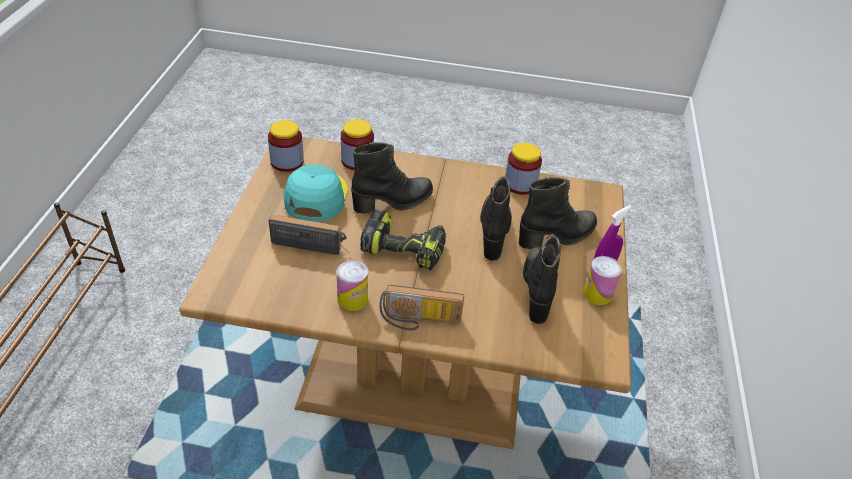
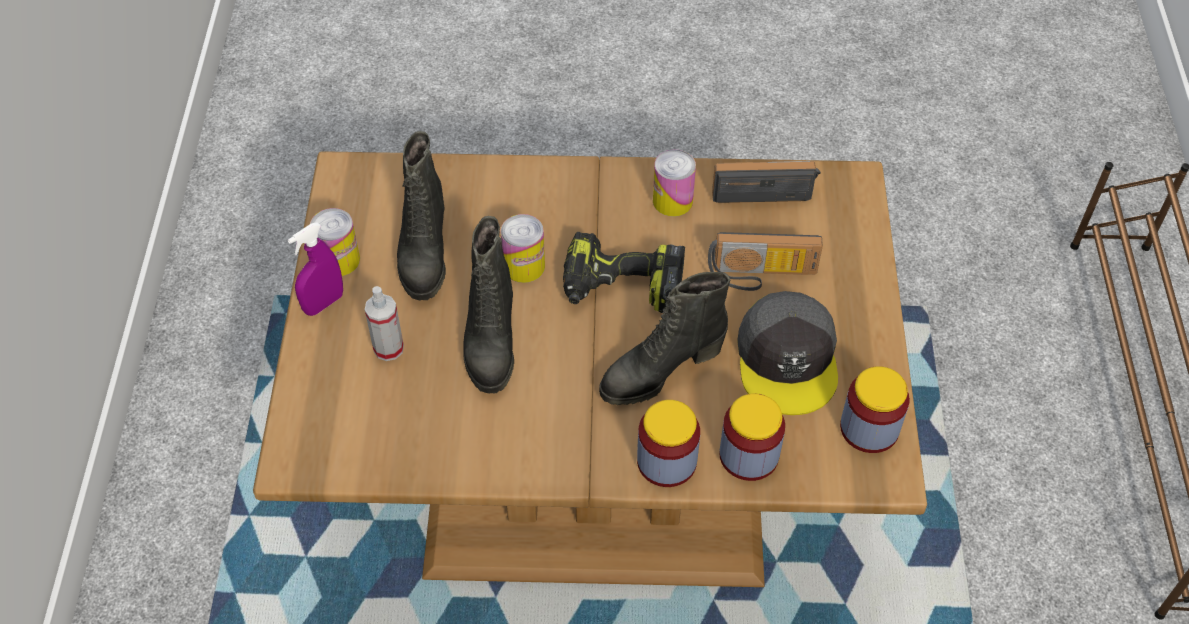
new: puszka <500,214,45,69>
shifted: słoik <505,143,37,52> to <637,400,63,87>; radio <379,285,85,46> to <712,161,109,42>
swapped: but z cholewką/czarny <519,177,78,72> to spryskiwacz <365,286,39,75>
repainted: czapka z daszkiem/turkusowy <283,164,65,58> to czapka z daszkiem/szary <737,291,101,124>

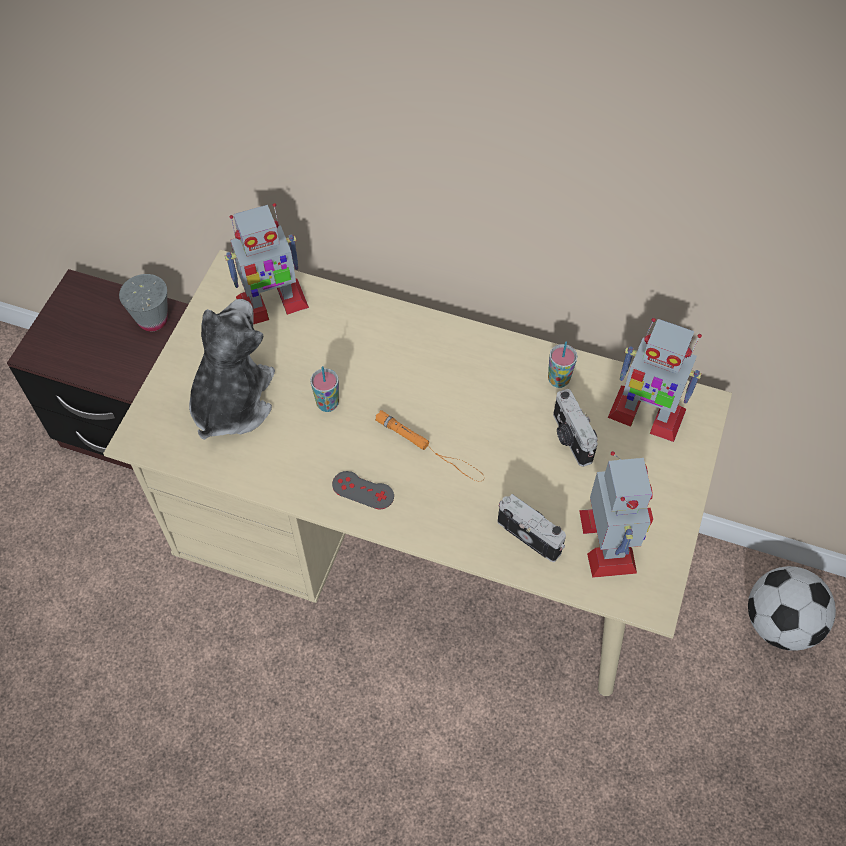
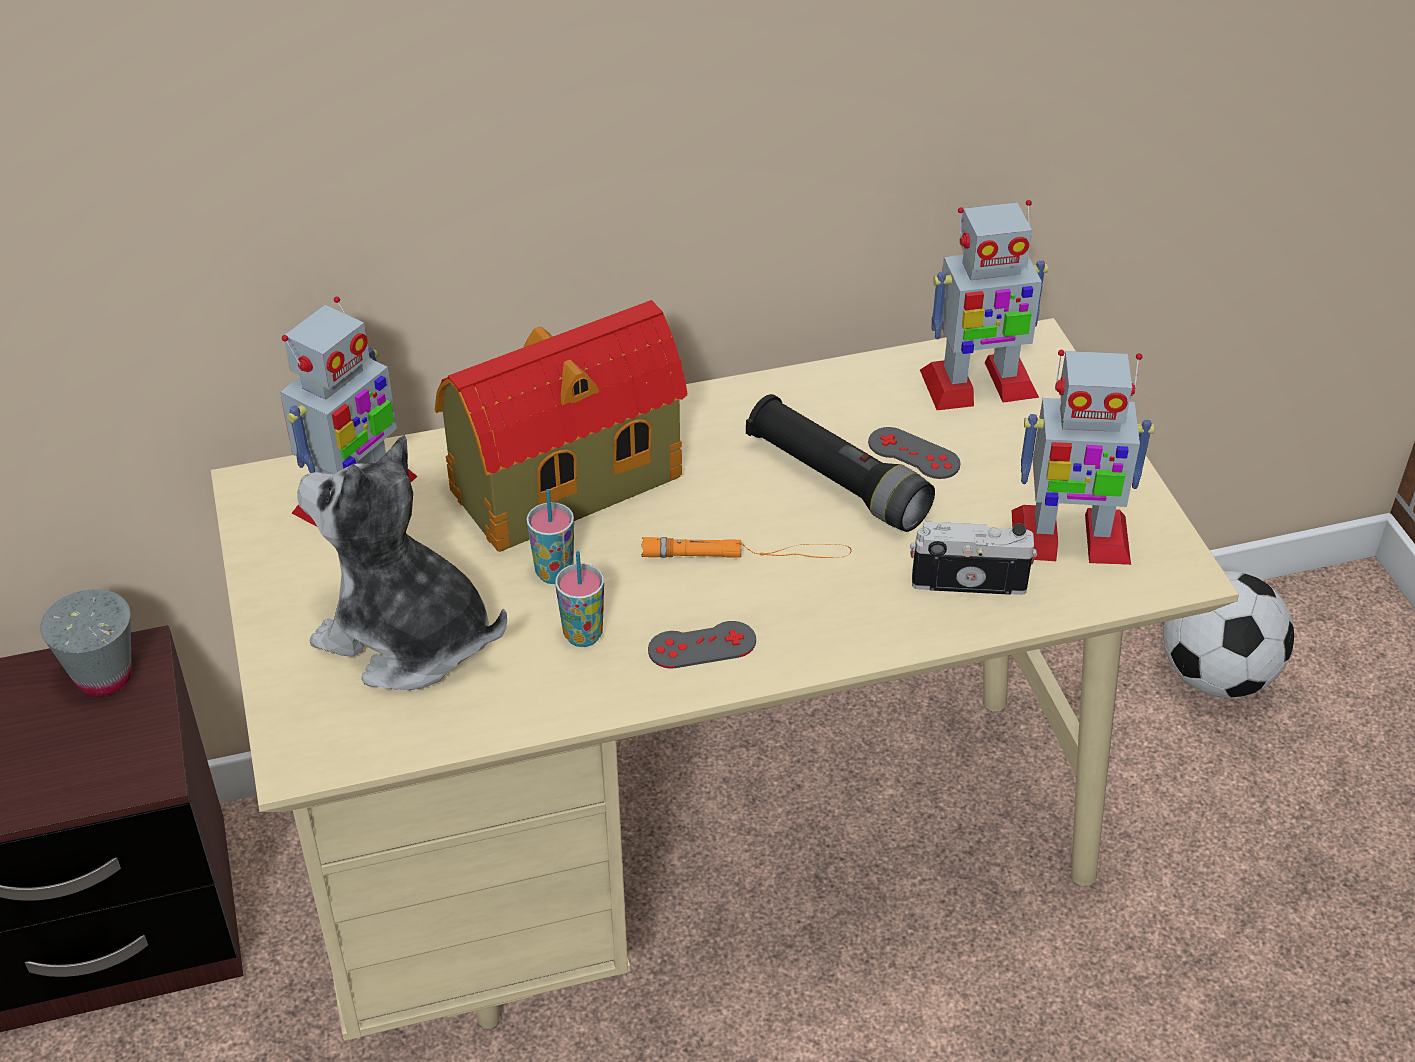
new: domek <435,300,253,252>; latarka/czarny <746,394,189,138>
shifted: filiżanka <548,342,29,46> to <555,551,49,96>
swapped: aparat fotograficzny <553,389,45,78> to pad do gier/szary <868,427,92,52>
rotated: pluszak <189,299,86,141> = <297,435,210,255> 45 degrees counterclockwise; robot zabawkowy <579,451,74,127> = <1011,350,143,215> 135 degrees clockwise

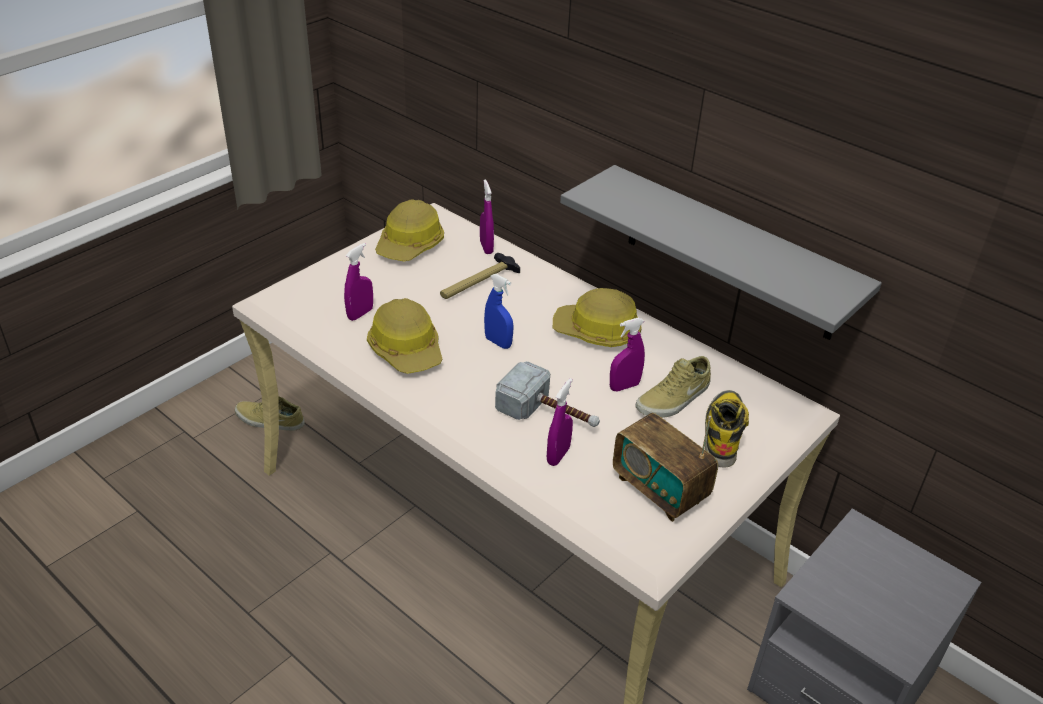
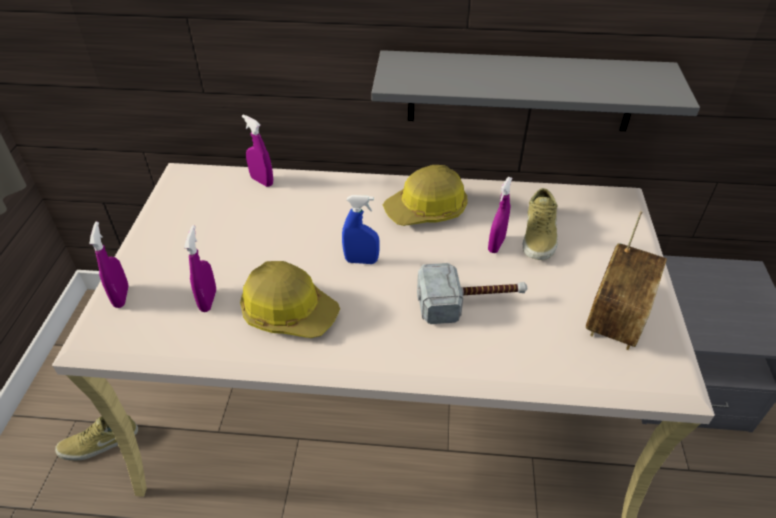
gone: kask <375,199,69,62>; młotek <440,253,80,46>; but z cholewką <705,390,44,78>
shifted: spryskiwacz/fioletowy <547,378,26,88> to <90,222,39,86>
rotated: radio <613,413,105,109> = <586,211,81,139> 75 degrees counterclockwise

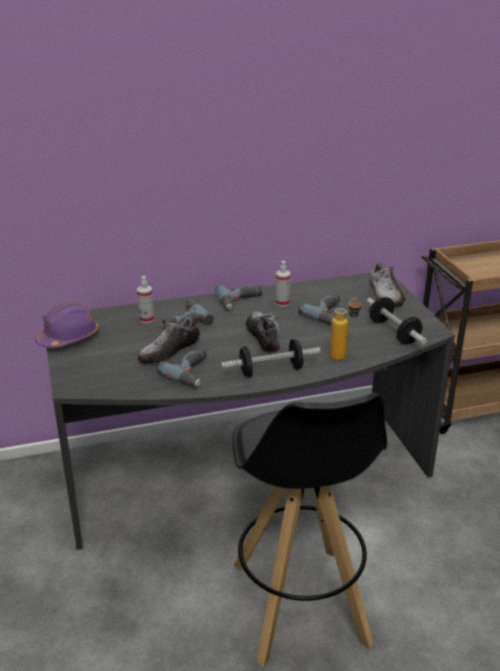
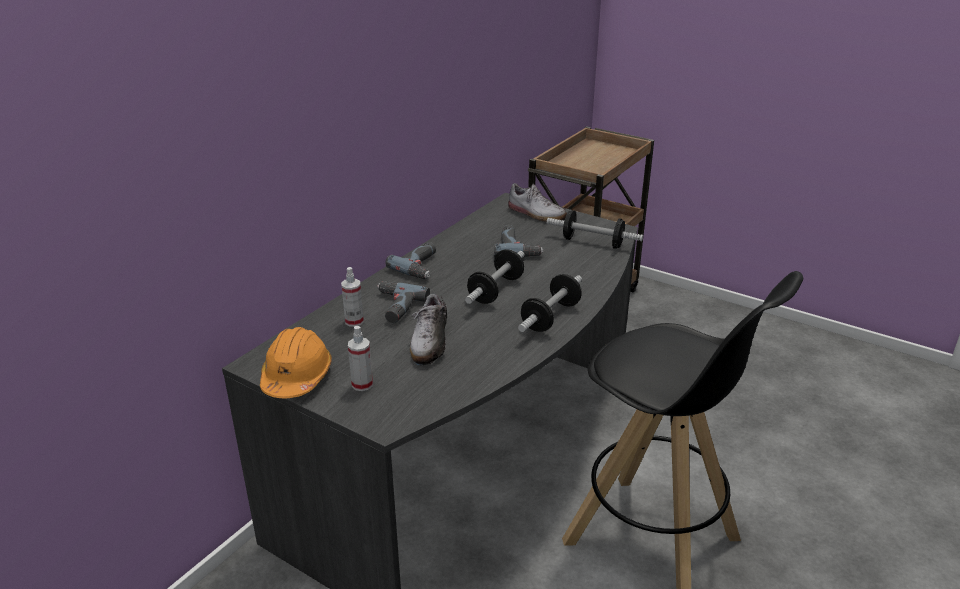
gone: wiertarka <157,347,50,40>; butelka <330,298,31,63>
shifted: spryskiwacz <276,261,14,46> to <348,326,25,65>
swapped: but <246,312,34,42> to hantel <465,249,59,55>
repainted: kask/fioletowy <34,302,65,46> to kask/pomarańczowy <260,327,72,71>

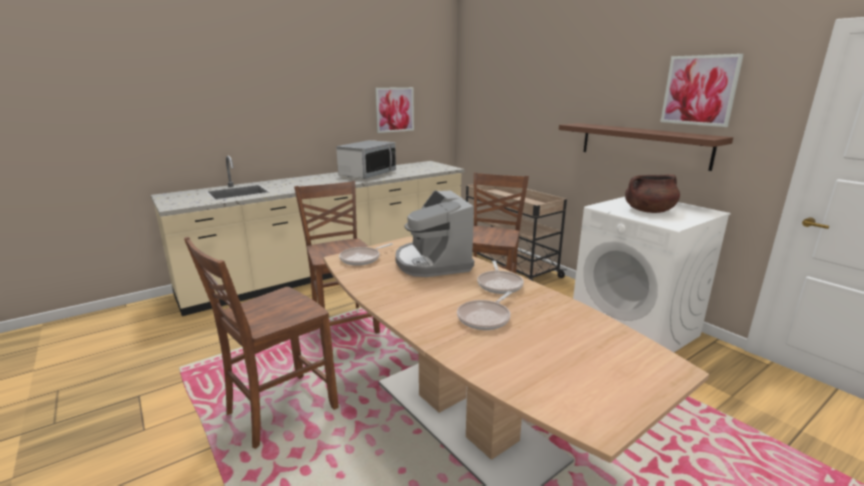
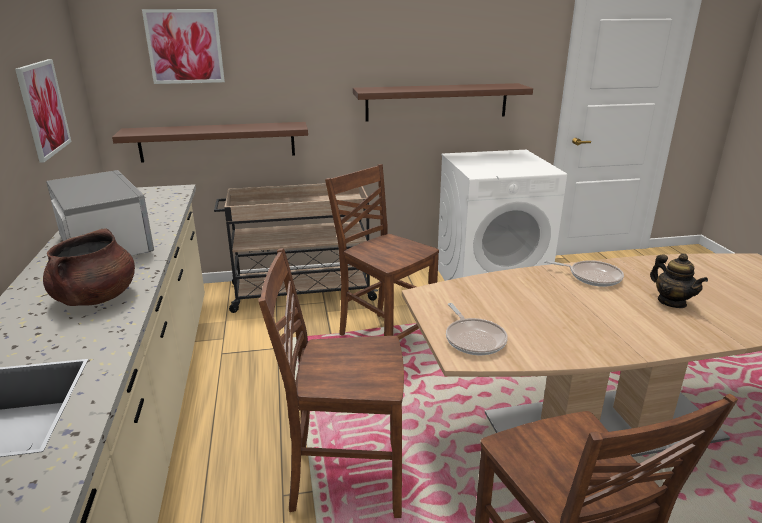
gone: ekspres do kawy <395,190,79,87>
new: półka/brązowy <112,122,196,41>
shifted: garnek/brązowy <625,174,55,39> to <43,228,92,78>; obraz <661,54,83,73> to <142,9,83,75>
swapped: patelnia <457,291,55,39> to imbryk <650,253,58,55>

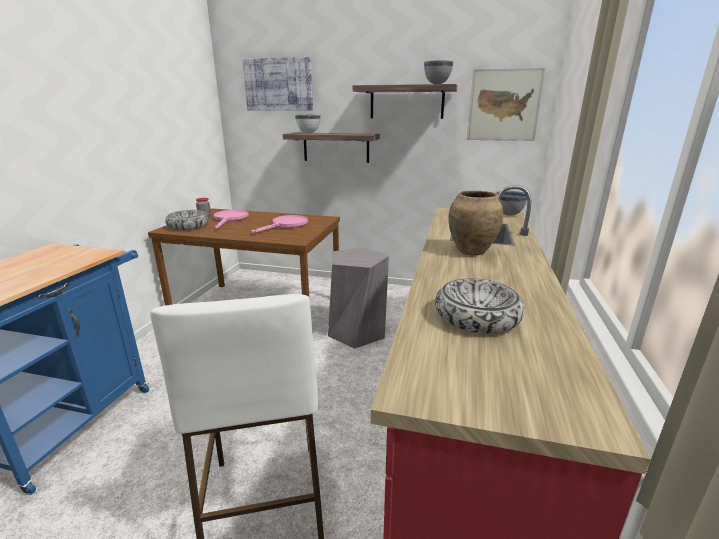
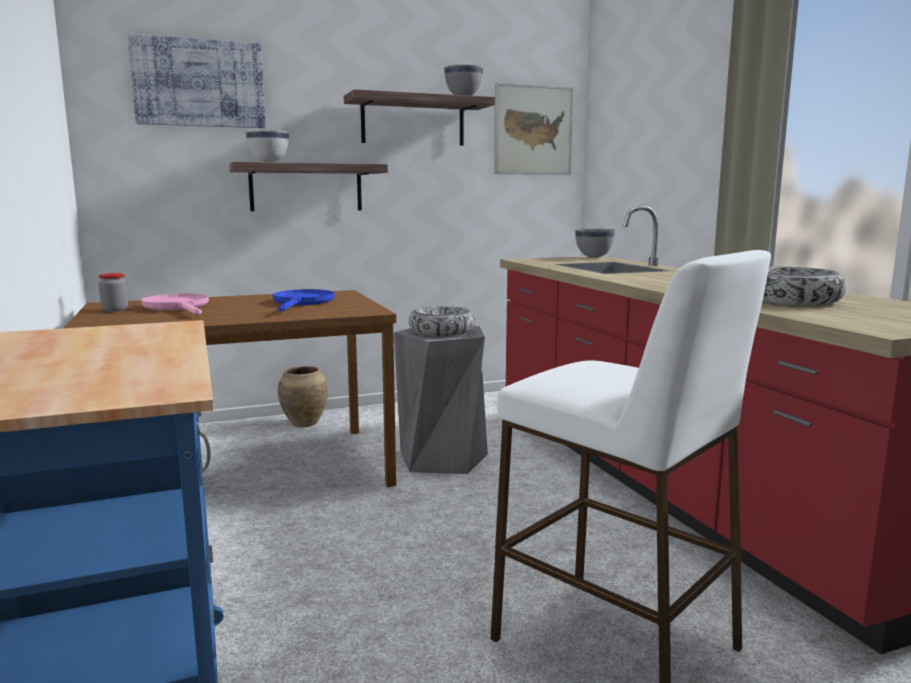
shifted: wazon/brązowy <449,190,54,65> to <278,366,50,61>; miska <165,210,44,20> to <408,306,67,30>
repainted: patelnia/różowy <252,215,56,18> to patelnia/niebieski <273,289,61,23>

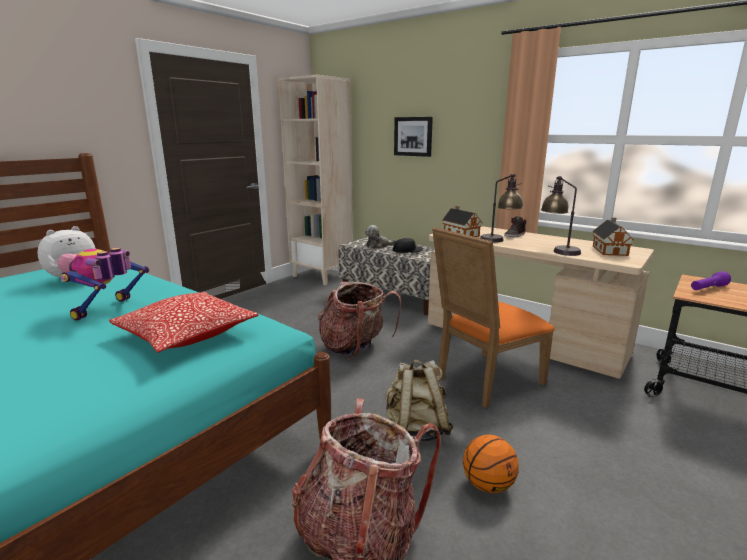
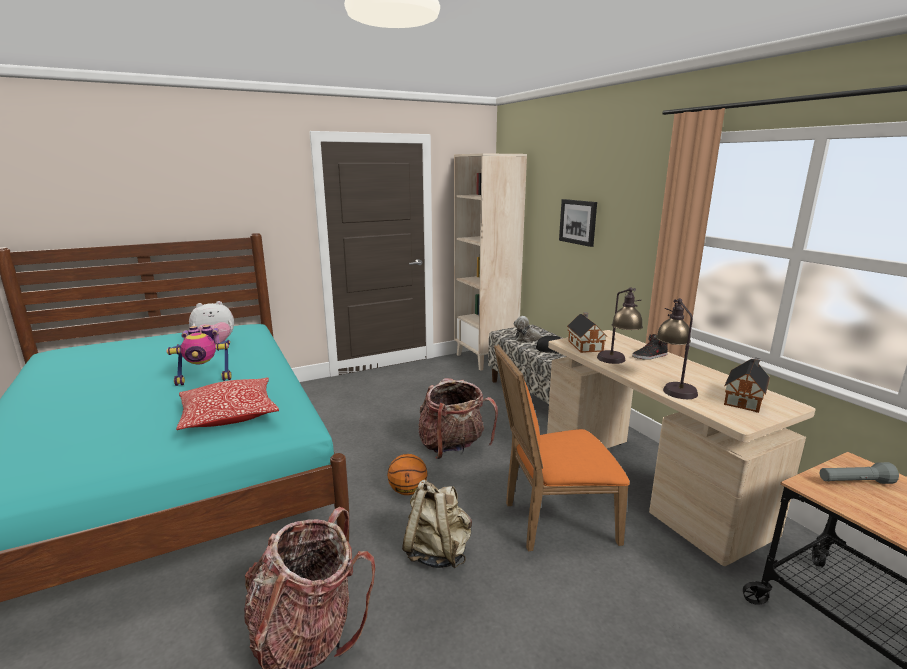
shifted: piłka do koszykówki <463,435,56,58> to <387,454,41,41>
repainted: latarka/fioletowy <691,271,40,19> to latarka/szary <820,462,79,22>
rotated: robot zabawkowy <61,248,88,73> = <166,325,66,61> 150 degrees counterclockwise

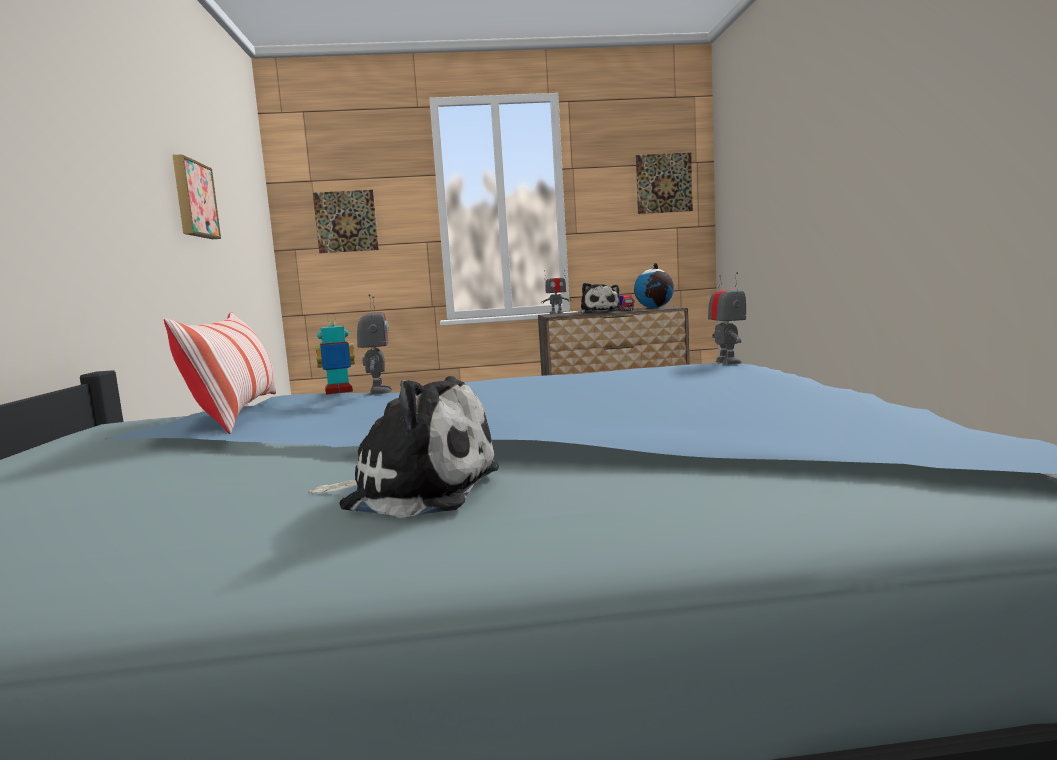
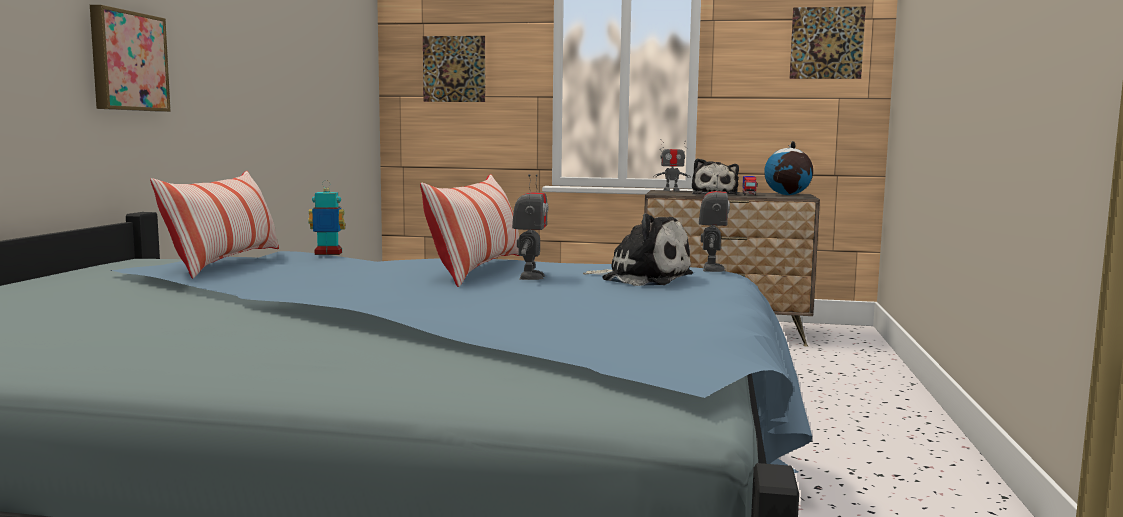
new: poduszka <420,174,99,113>
shifted: obraz <172,154,49,85> to <90,5,81,107>; robot zabawkowy <357,294,36,101> to <512,174,37,106>; pluszak <308,376,191,142> to <583,213,110,73>

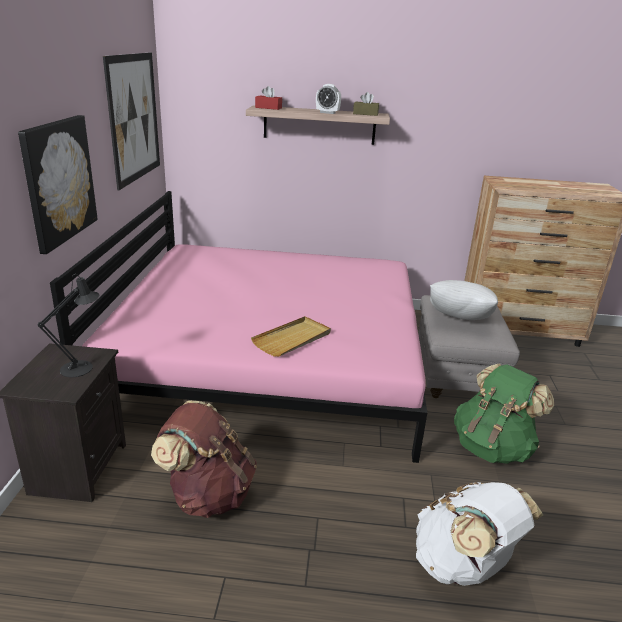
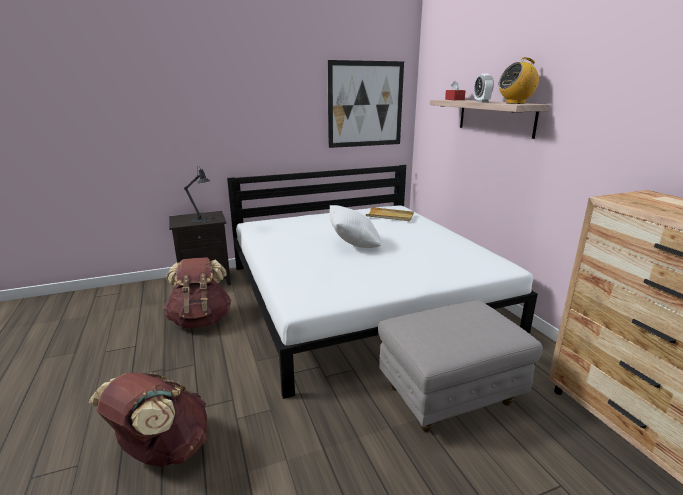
gone: obraz <18,115,80,139>; plecak/zielony <454,364,100,100>
shifted: poduszka/biały <430,280,68,40> to <330,205,52,43>; taca/beżowy <251,316,80,41> to <366,207,48,14>
swapped: pudełko chusteczek/brązowy <353,92,26,24> to radio <498,57,41,47>
repainted: plecak/biały <416,482,127,104> to plecak/brązowy <89,372,118,95>; łóżko/różowy <50,191,377,272> to łóżko/biały <227,165,311,234>

